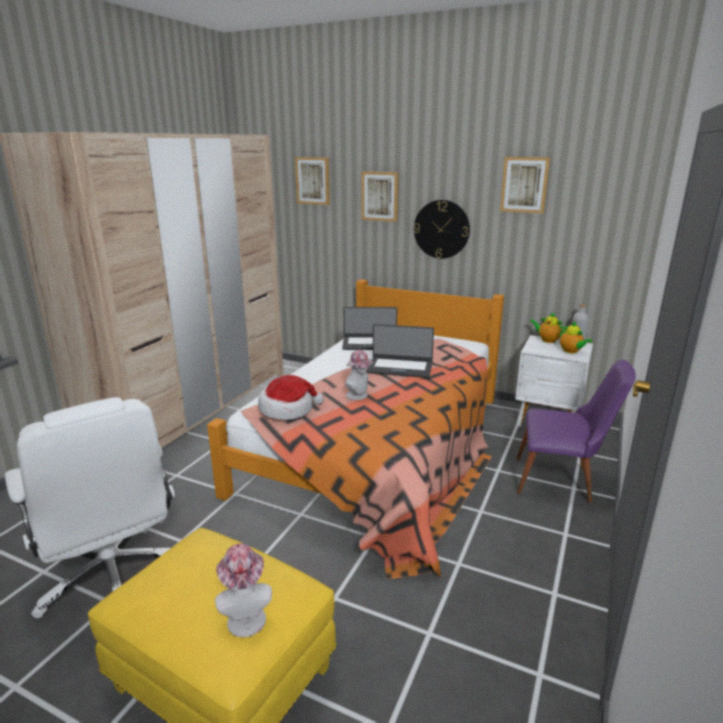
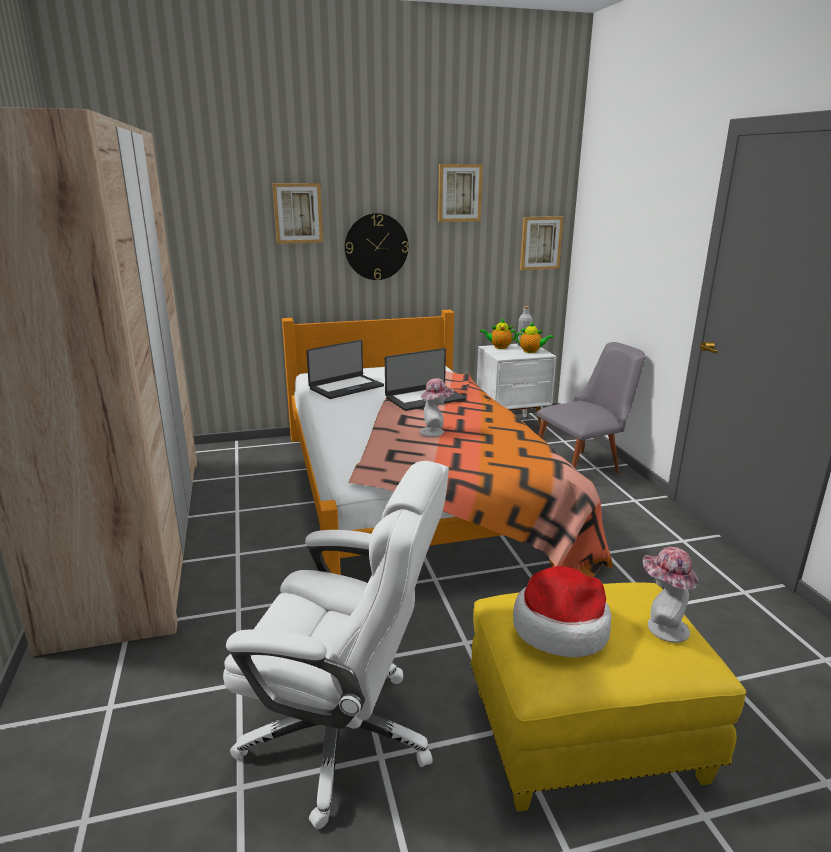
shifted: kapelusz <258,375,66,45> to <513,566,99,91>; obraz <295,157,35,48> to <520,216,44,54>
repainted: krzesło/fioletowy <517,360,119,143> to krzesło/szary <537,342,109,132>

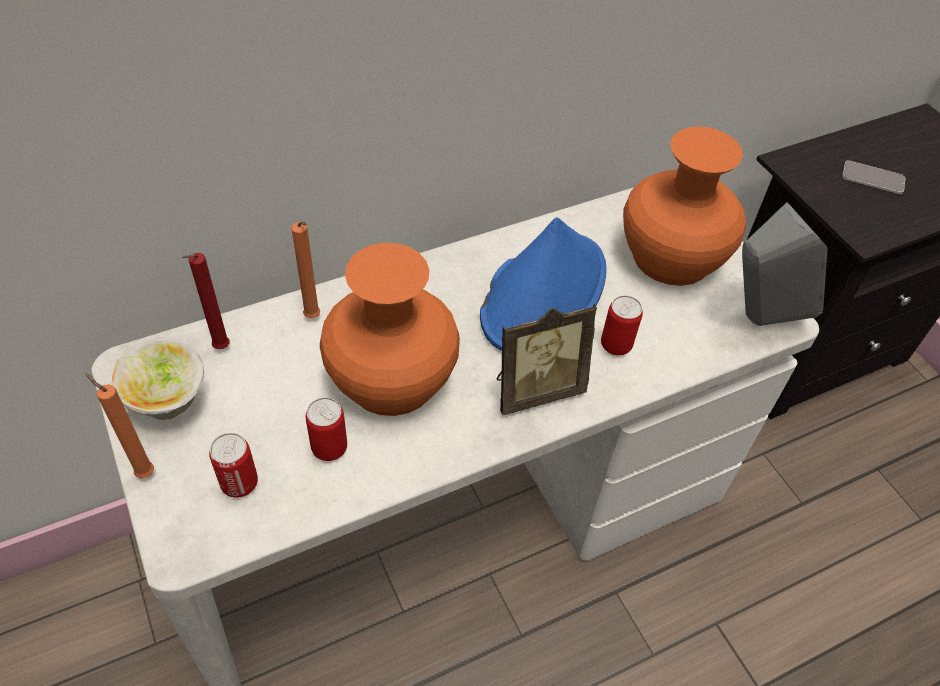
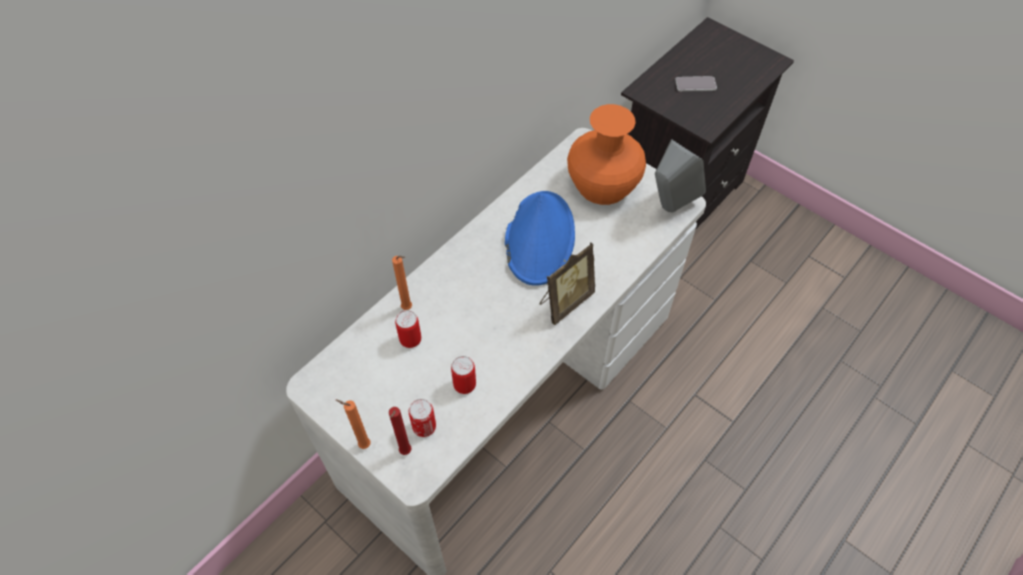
gone: miska <112,337,92,83>; wazon/pomarańczowy <320,243,140,173>
shifted: świeca/czerwony <182,253,48,96> to <389,407,22,48>; puszka <601,295,42,61> to <395,310,26,38>

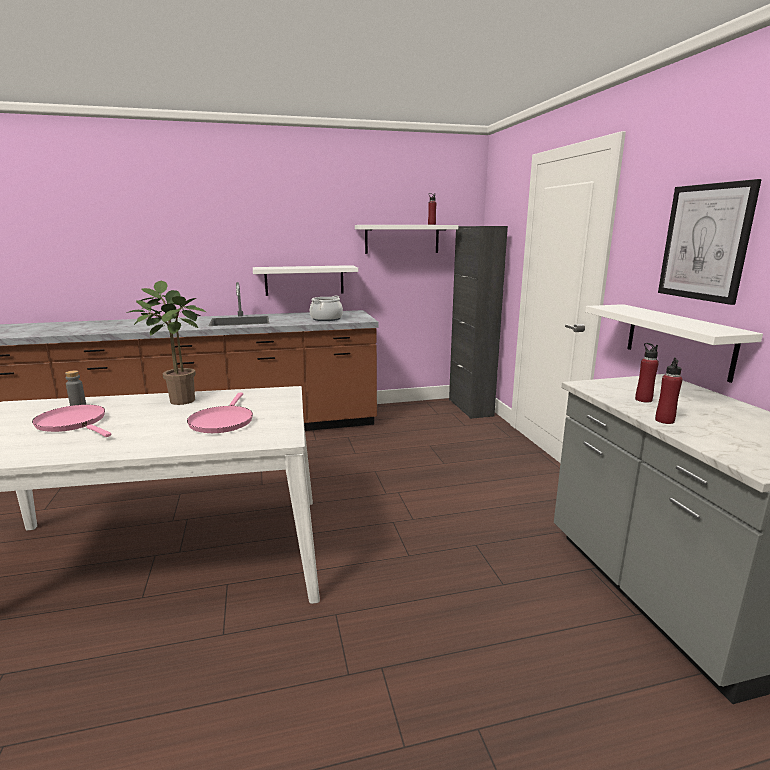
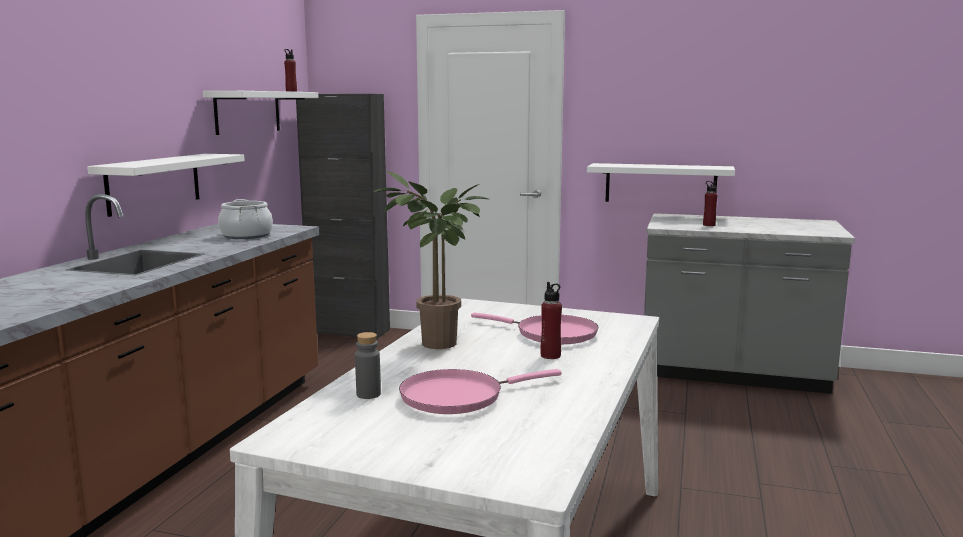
gone: obraz <658,179,103,126>
shifted: butelka/czerwony <655,358,28,66> to <540,282,22,77>

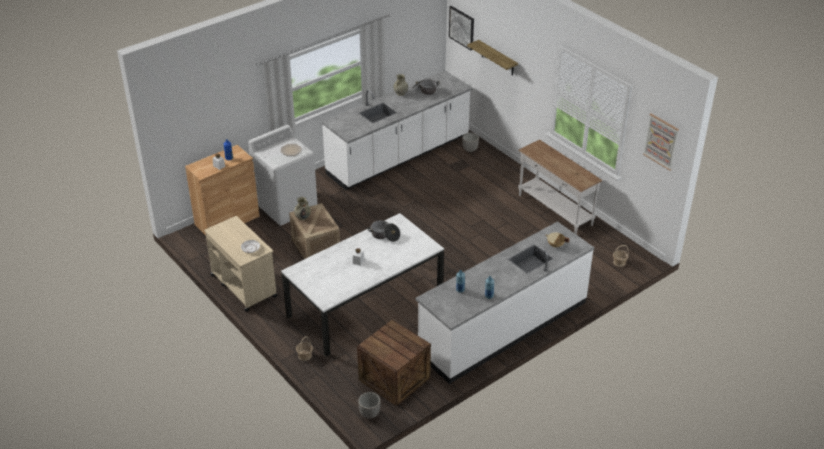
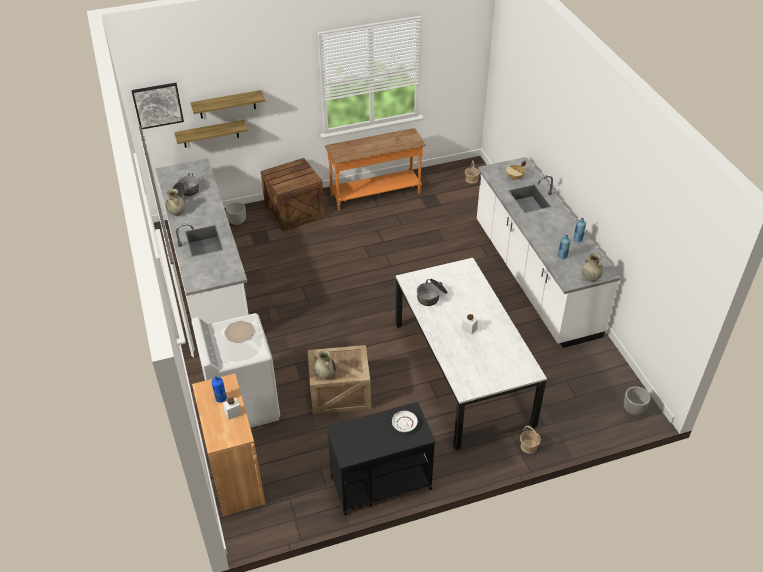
gone: obraz <643,114,36,57>
new: półka <174,120,74,28>; wazon/beżowy <581,253,22,29>
shifted: skrzynka <357,320,74,86> to <261,158,64,73>
repainted: stolik konsolowy/biały <518,140,84,94> to stolik konsolowy/pomarańczowy <325,128,101,83>; wózek/beżowy <204,216,73,96> to wózek/czarny <326,402,110,113>

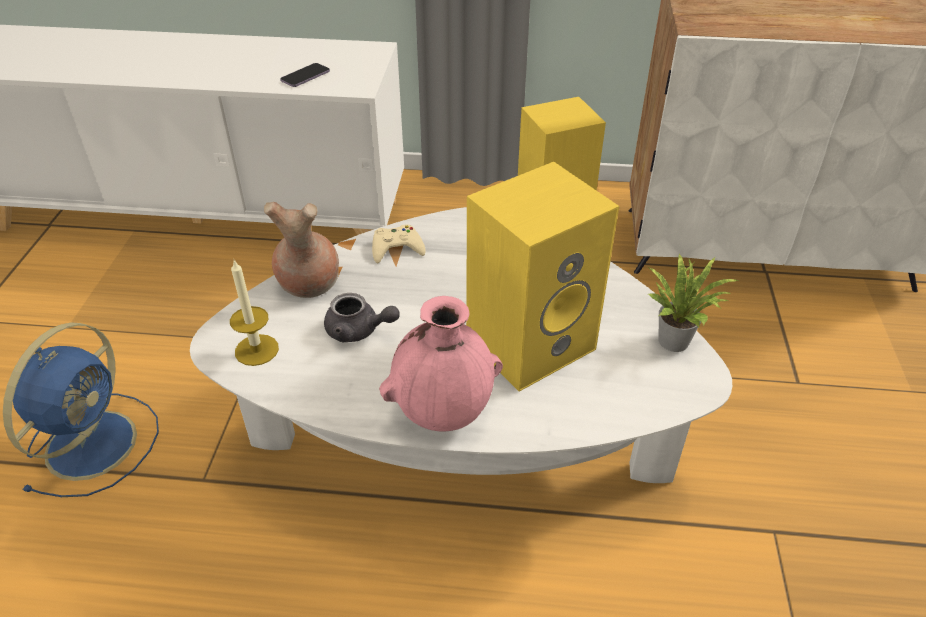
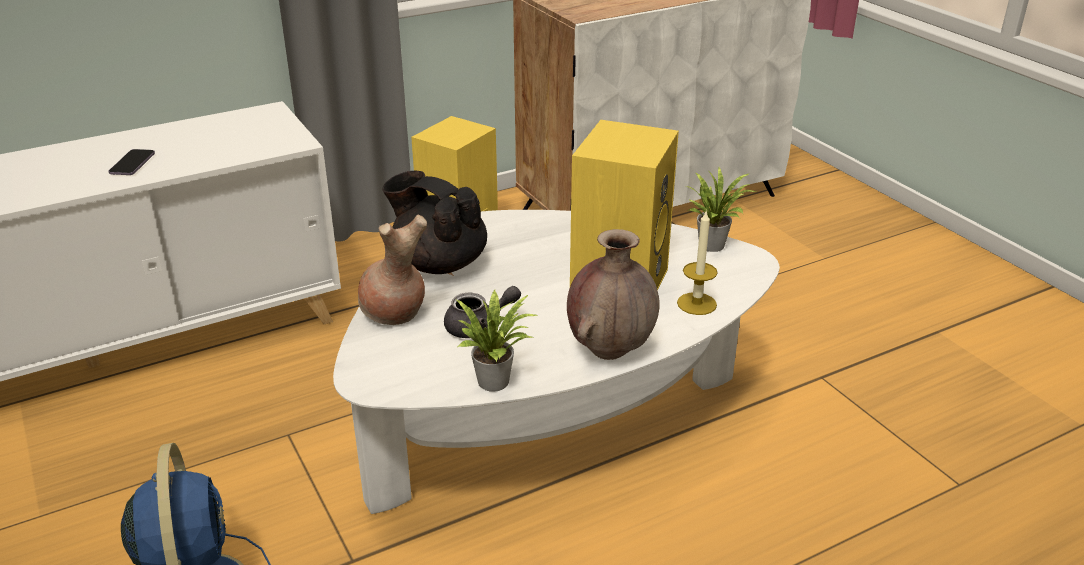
new: roślina doniczkowa <456,290,83,102>
shifted: telefon <280,63,50,24> to <109,149,46,26>; świeca <230,260,49,106> to <677,211,41,104>
swapped: pad do gier/beżowy <372,225,54,38> to imbryk/czarny <383,170,104,104>
repainted: wazon/różowy <379,296,124,136> to wazon/brązowy <567,229,93,131>

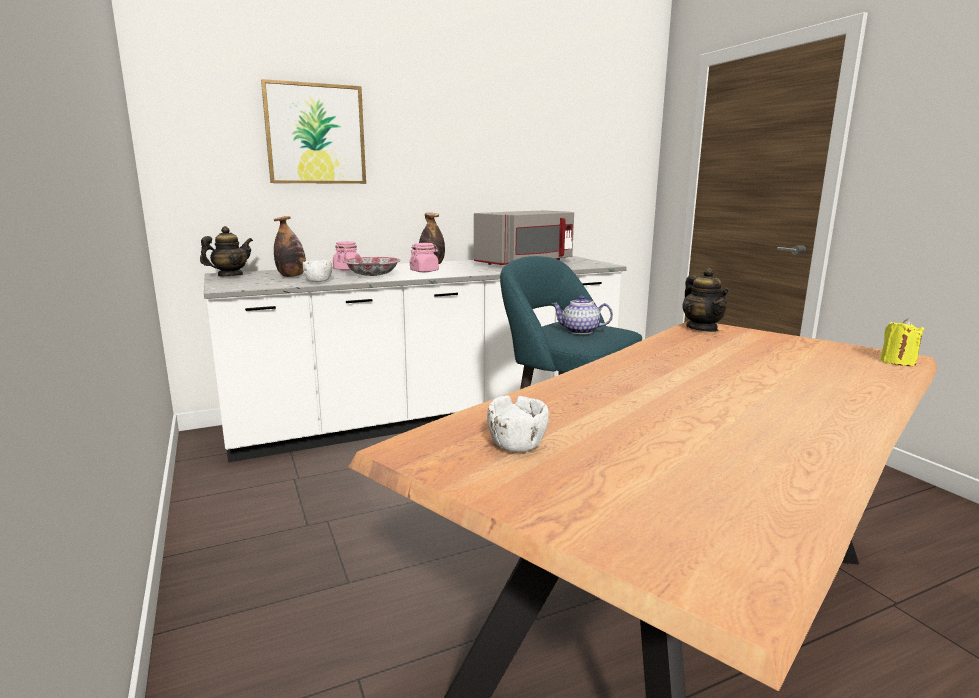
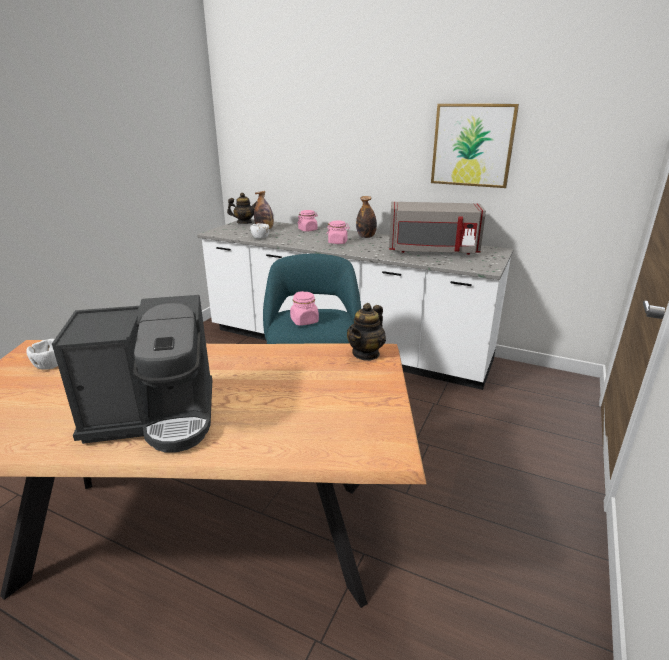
gone: miska <343,257,57,19>; świeca/żółty <880,319,45,47>
new: ekspres do kawy <52,295,160,158>
shifted: obraz <261,79,105,105> to <431,104,88,84>
swapped: imbryk <552,295,61,39> to słoik/różowy <290,291,29,35>

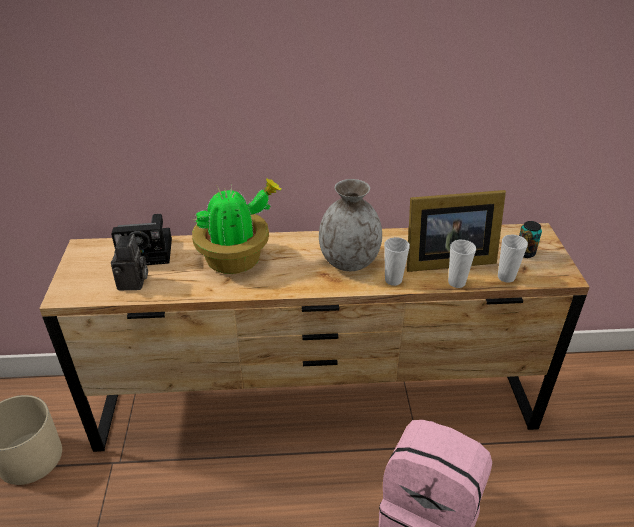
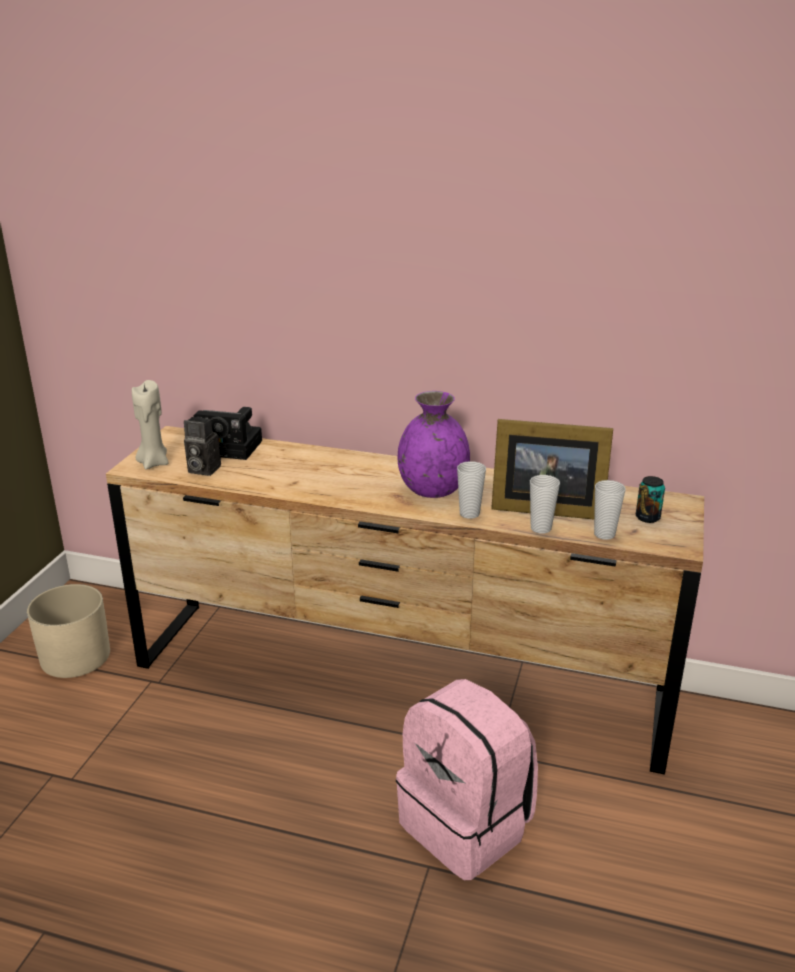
gone: roślina doniczkowa <192,179,89,95>
new: świeca/beżowy <132,380,37,89>
repainted: wazon/szary <319,179,63,92> to wazon/fioletowy <398,391,72,107>
rotated: aparat fotograficzny <111,234,37,57> = <184,417,37,59> 90 degrees clockwise

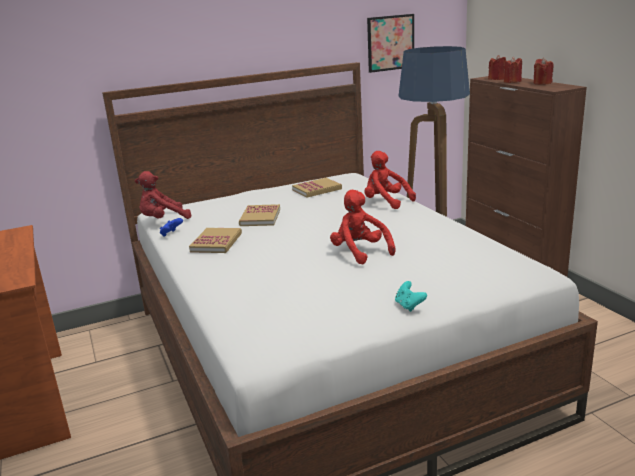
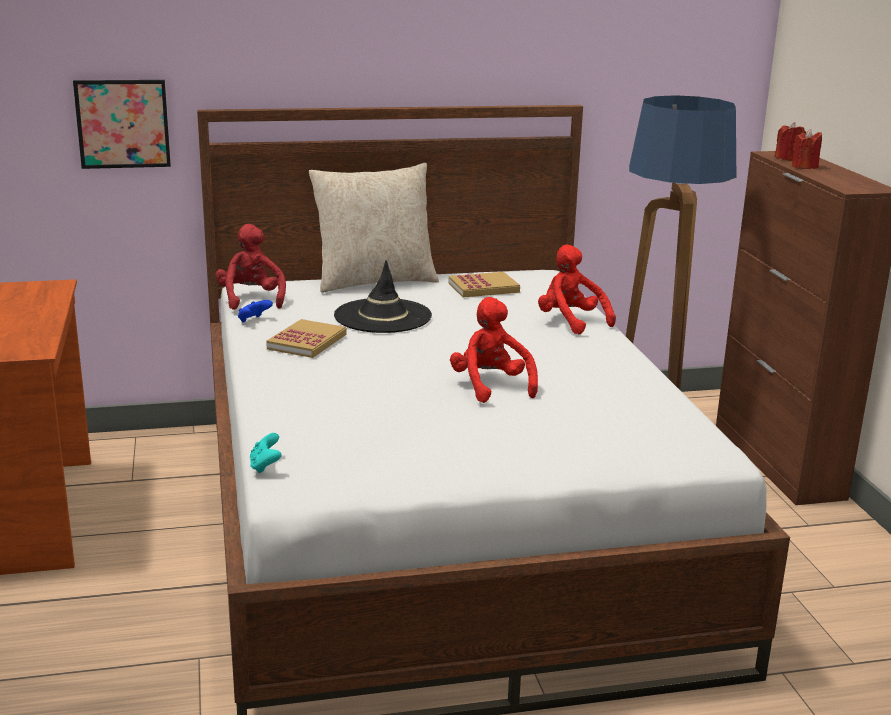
gone: świeca/czerwony <534,58,19,27>
new: poduszka/beżowy <309,163,130,130>
shifted: obraz <367,14,47,59> to <73,80,98,89>; pad do gier/turkusowy <395,281,32,31> to <250,433,32,41>
swapped: książka <239,204,41,22> to kapelusz/czarny <334,260,98,73>
rotated: pluszak/czerwony <135,171,57,48> = <216,224,70,86> 90 degrees clockwise

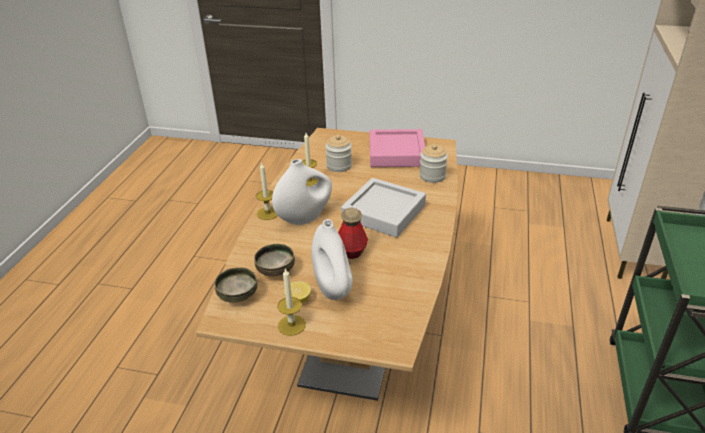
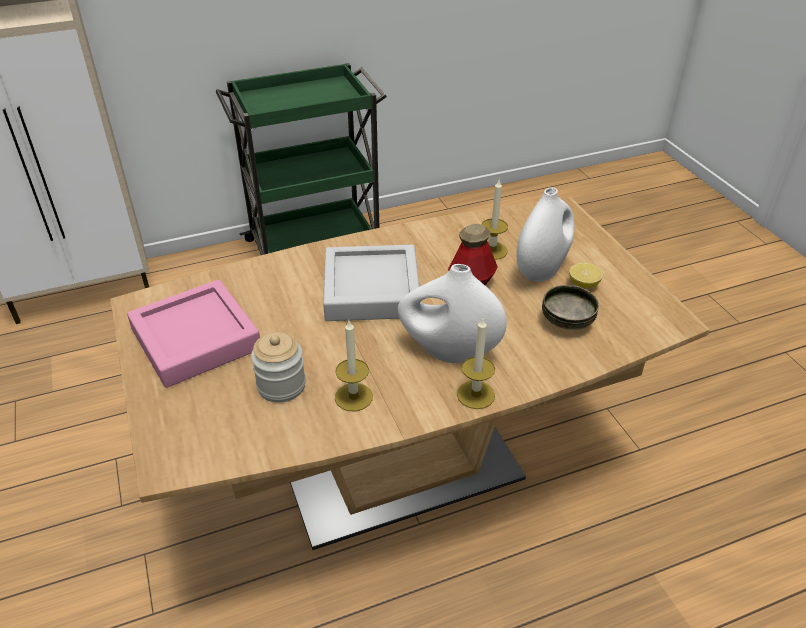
gone: miska <214,267,44,36>; słoik <420,144,28,39>
shifted: świeca <277,267,29,69> to <482,180,26,80>

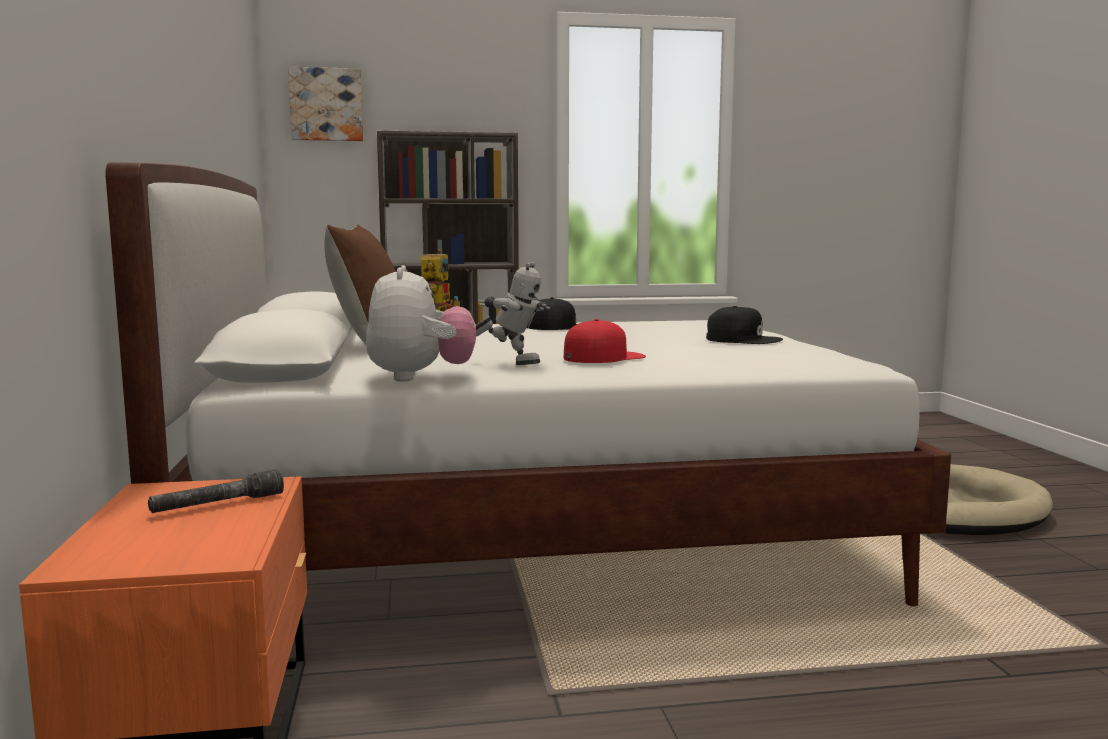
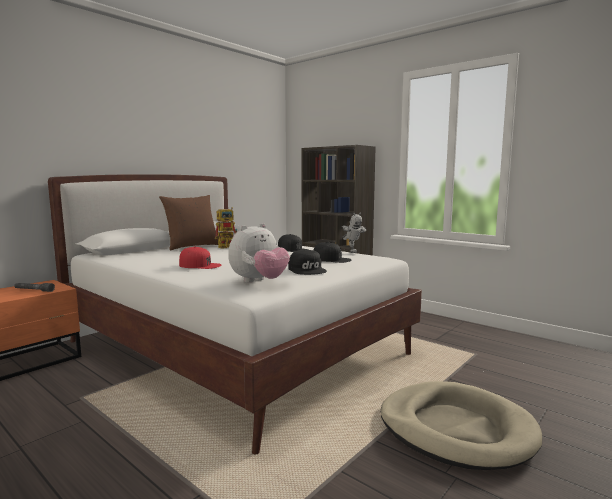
gone: obraz <288,67,75,74>
new: czapka z daszkiem/czarny <314,242,37,21>
shifted: pluszak <366,265,110,116> to <228,223,62,60>; robot zabawkowy <476,262,74,103> to <342,213,25,40>

